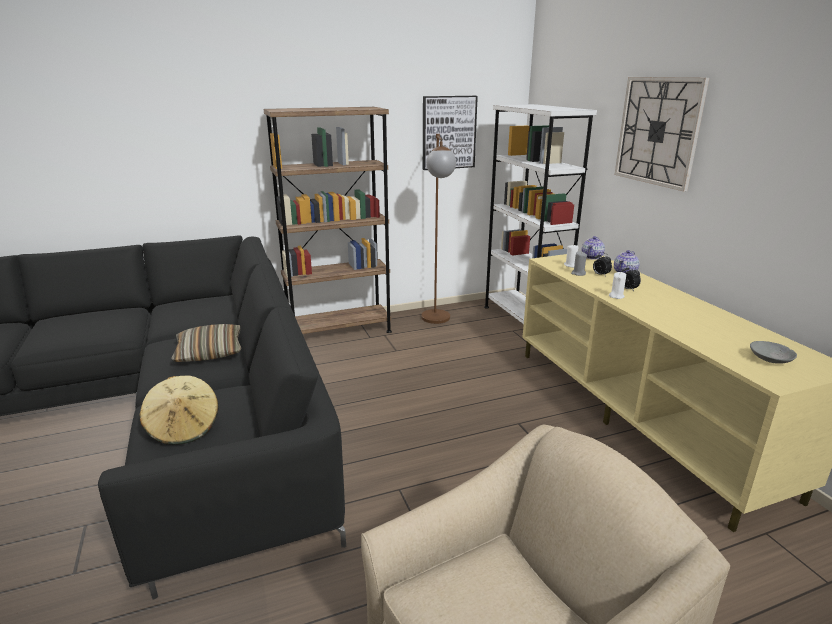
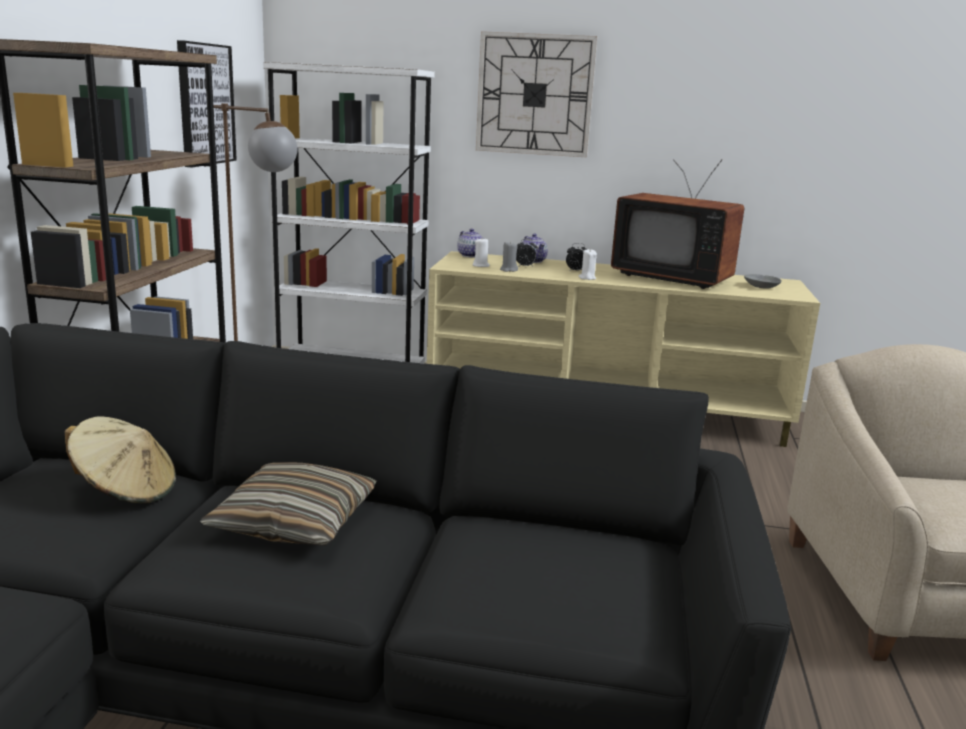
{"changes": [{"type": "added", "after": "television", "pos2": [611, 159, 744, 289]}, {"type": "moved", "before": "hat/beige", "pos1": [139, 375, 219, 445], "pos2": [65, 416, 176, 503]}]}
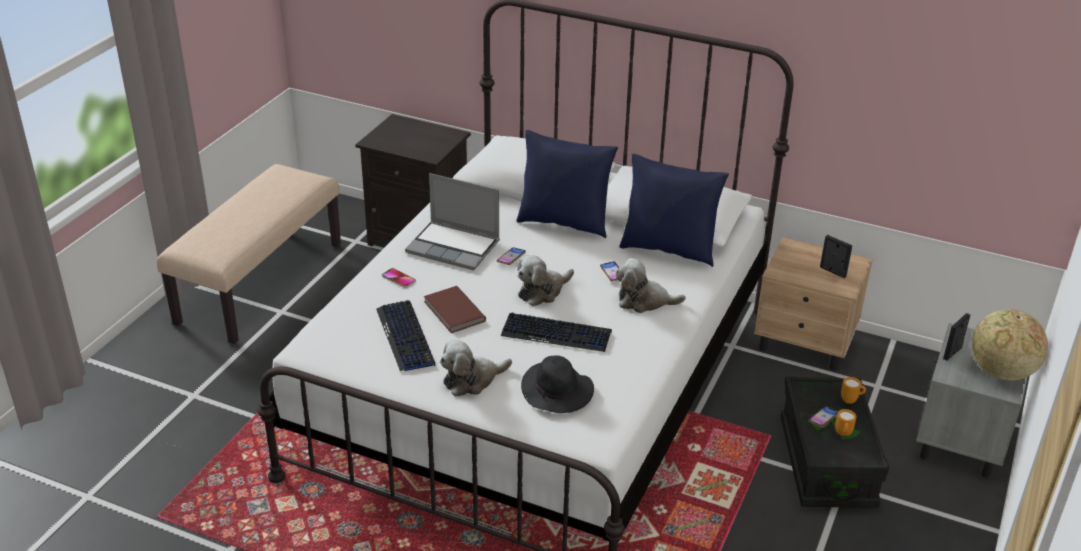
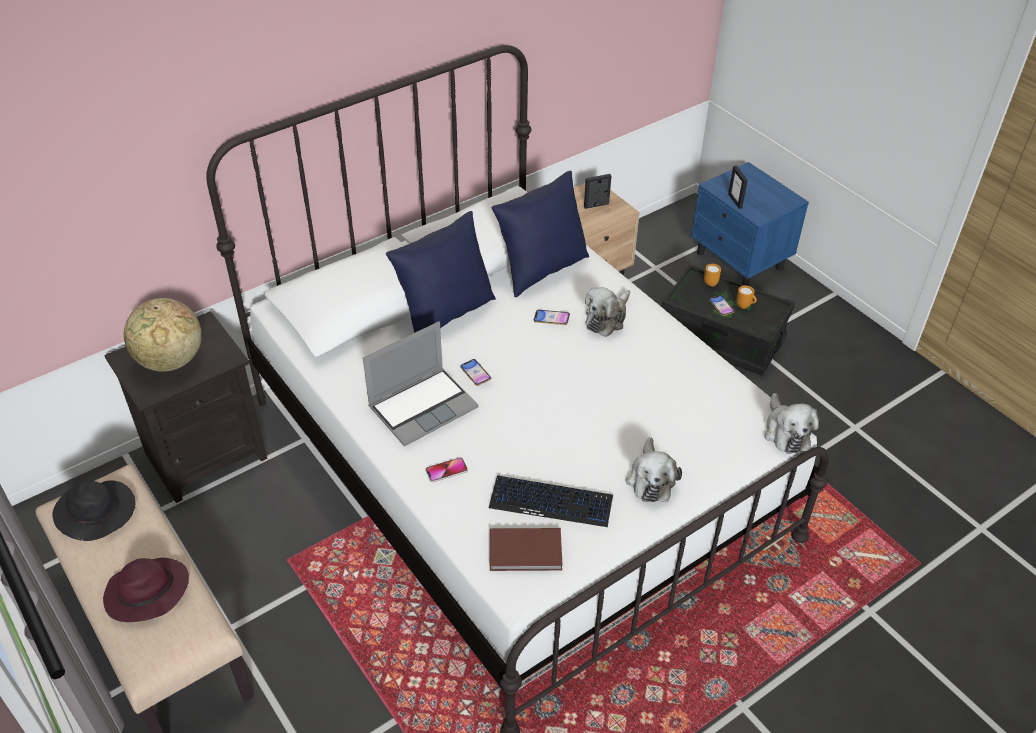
{"changes": [{"type": "removed", "before": "keyboard", "pos1": [501, 312, 612, 352]}, {"type": "added", "after": "hat/purple", "pos2": [103, 558, 189, 622]}, {"type": "moved", "before": "book/brown", "pos1": [424, 286, 486, 333], "pos2": [490, 528, 563, 571]}, {"type": "moved", "before": "plush toy", "pos1": [517, 255, 574, 306], "pos2": [764, 393, 820, 454]}, {"type": "moved", "before": "hat/black", "pos1": [521, 355, 594, 413], "pos2": [52, 480, 135, 541]}, {"type": "moved", "before": "globe", "pos1": [972, 309, 1048, 381], "pos2": [124, 298, 202, 372]}, {"type": "recoloured", "before": "nightstand/grey", "after": "nightstand/blue", "pos1": [916, 323, 1027, 478], "pos2": [691, 162, 809, 286]}]}
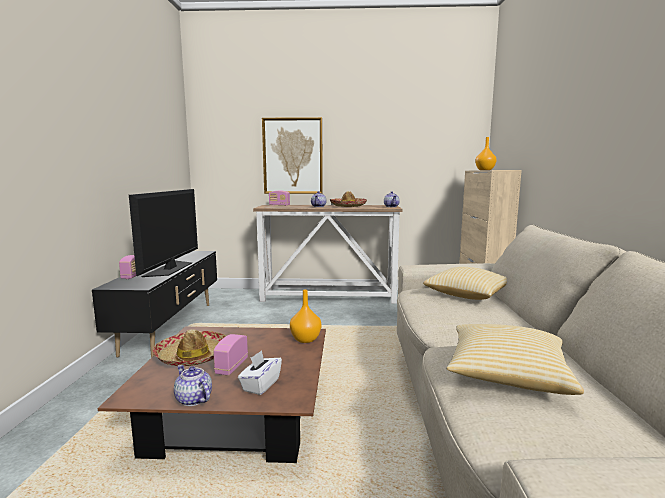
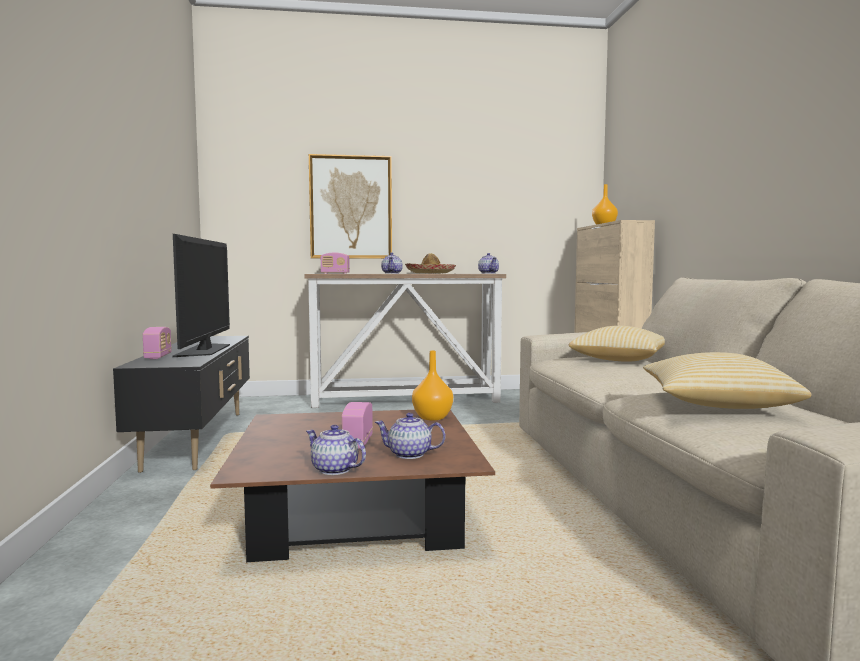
{"changes": [{"type": "removed", "before": "hat", "pos1": [152, 329, 226, 366]}, {"type": "replaced", "before": "tissue box/white", "after": "teapot", "pos1": [238, 350, 282, 395], "pos2": [375, 413, 445, 459]}]}
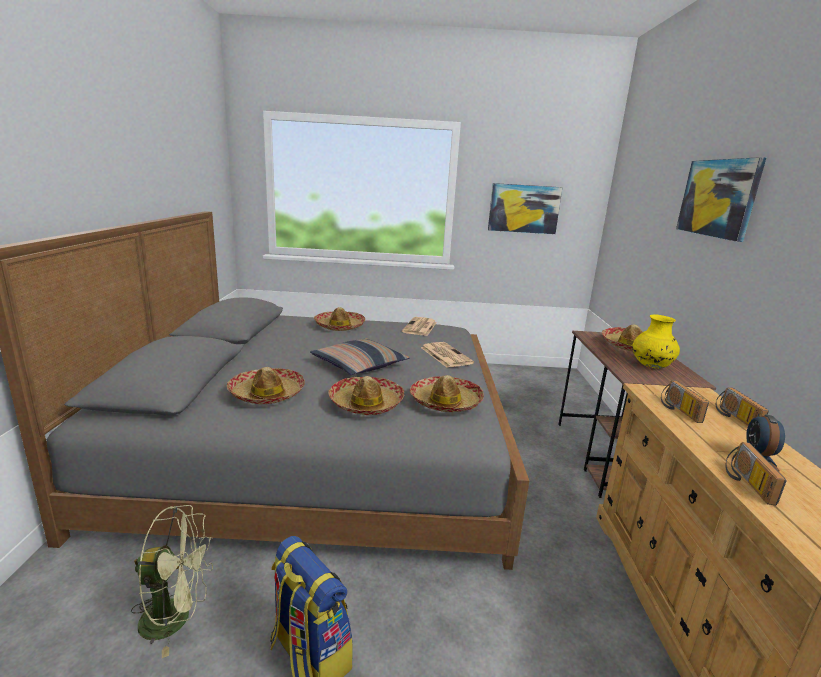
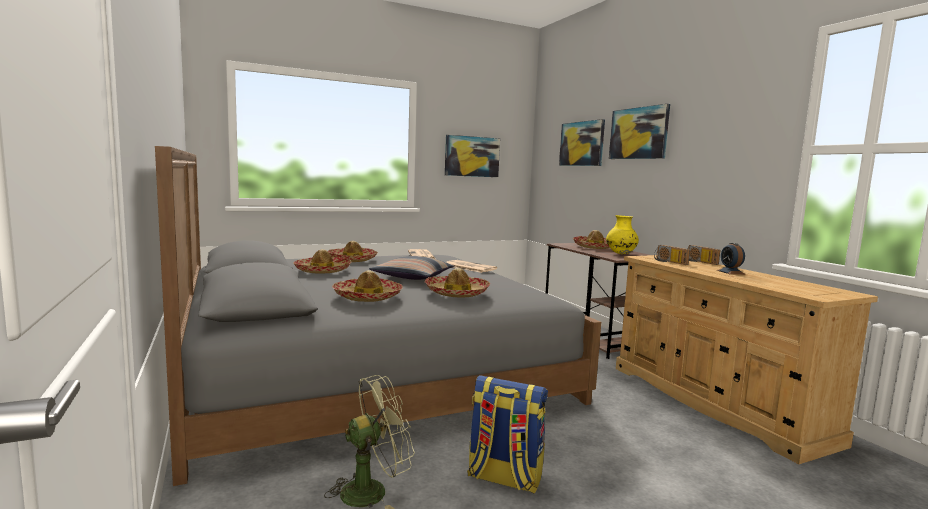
{"changes": [{"type": "removed", "before": "radio", "pos1": [725, 442, 787, 506]}, {"type": "added", "after": "picture", "pos2": [559, 119, 605, 166]}, {"type": "moved", "before": "hat", "pos1": [410, 375, 484, 412], "pos2": [293, 249, 351, 274]}]}
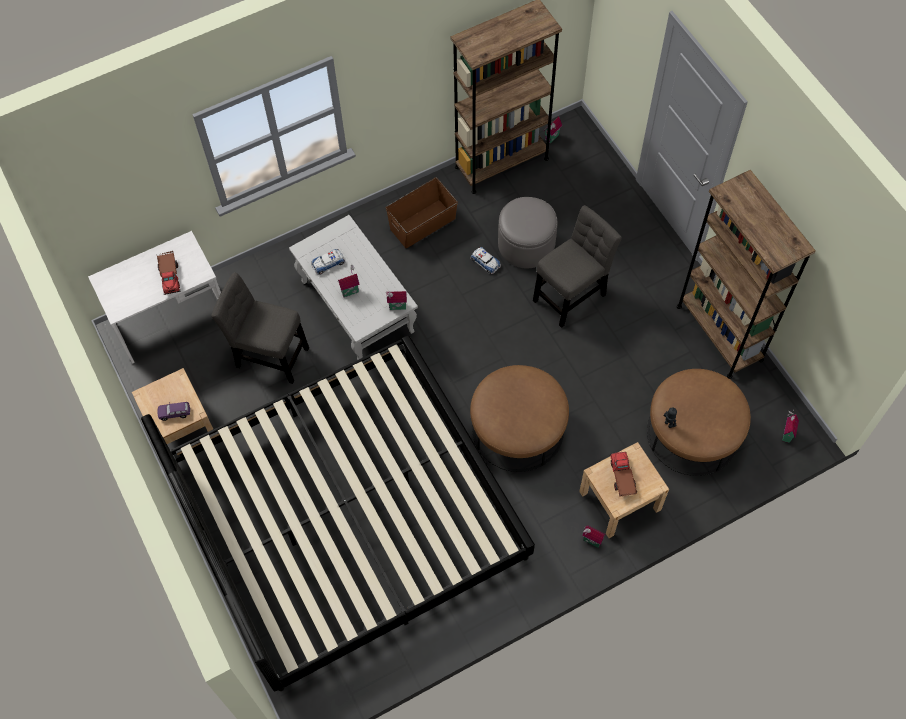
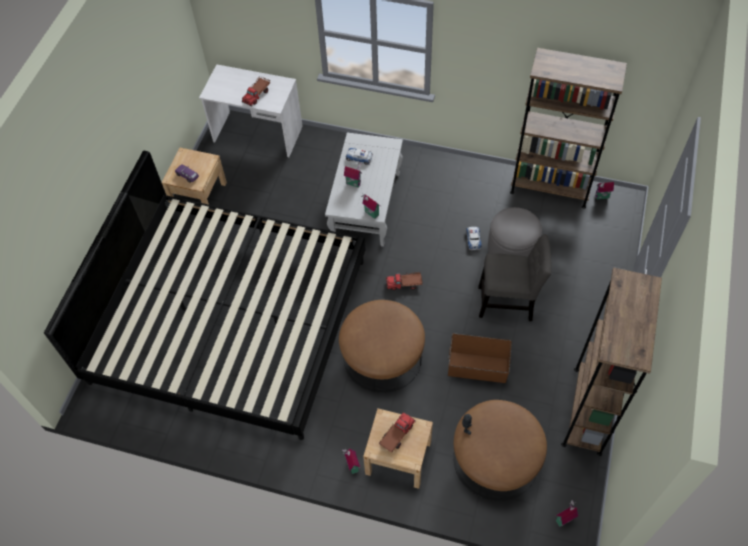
{"changes": [{"type": "removed", "before": "chair/grey", "pos1": [211, 273, 309, 384]}, {"type": "added", "after": "toy truck", "pos2": [386, 272, 423, 290]}, {"type": "moved", "before": "storage box/brown", "pos1": [386, 177, 458, 248], "pos2": [448, 333, 512, 383]}]}
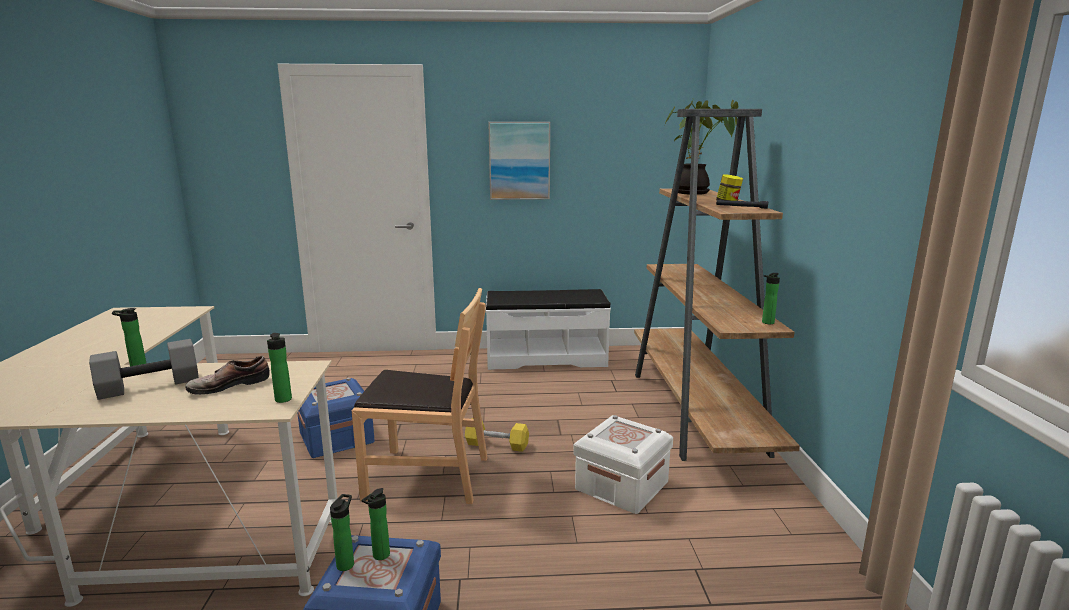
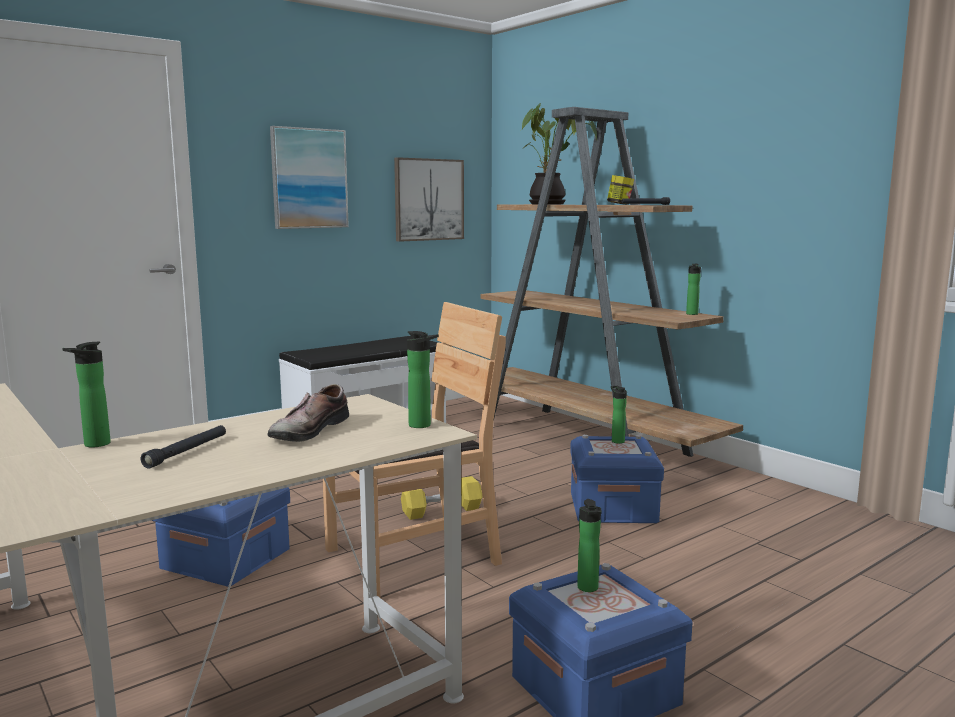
{"changes": [{"type": "added", "after": "picture", "pos2": [394, 157, 464, 242]}, {"type": "moved", "before": "bottle", "pos1": [330, 494, 354, 571], "pos2": [611, 386, 627, 444]}, {"type": "replaced", "before": "dumbbell/grey", "after": "flashlight/black", "pos1": [89, 339, 199, 400], "pos2": [141, 425, 226, 469]}, {"type": "recoloured", "before": "storage box/white", "after": "storage box/blue", "pos1": [573, 415, 673, 514], "pos2": [570, 435, 664, 523]}]}
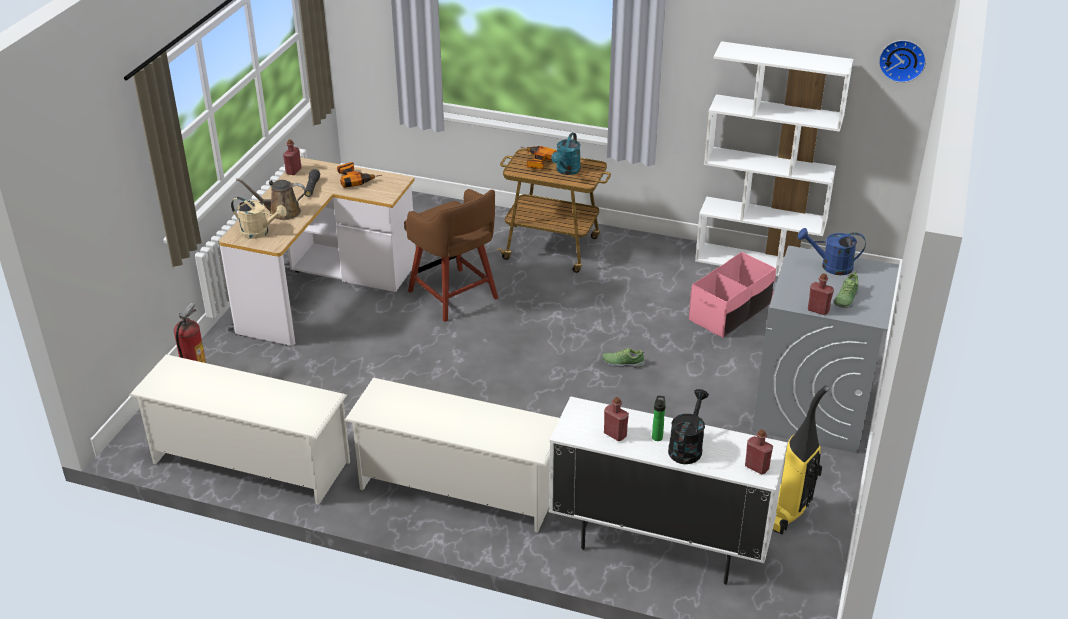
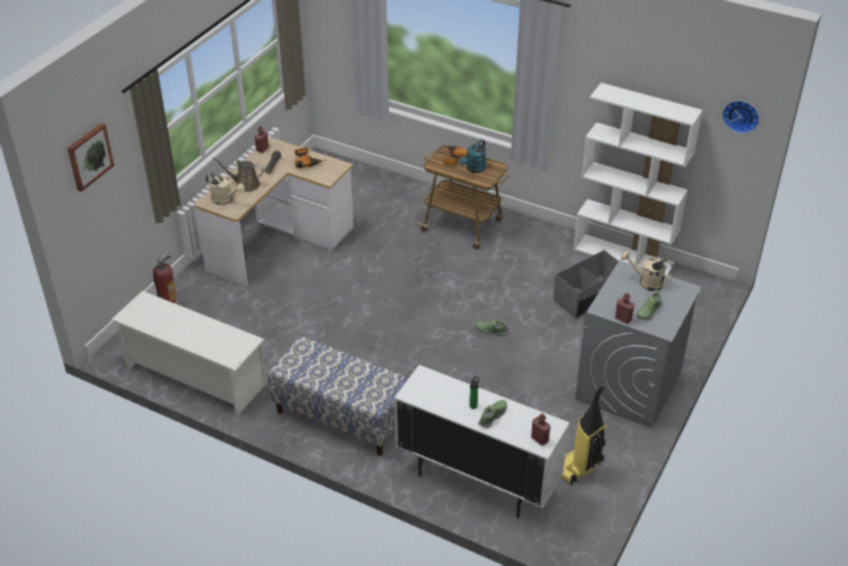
{"changes": [{"type": "removed", "before": "stool/brown", "pos1": [404, 189, 498, 322]}, {"type": "removed", "before": "bottle/red", "pos1": [604, 397, 629, 441]}, {"type": "added", "after": "picture", "pos2": [67, 123, 114, 192]}, {"type": "replaced", "before": "shoe rack/white", "after": "bench", "pos1": [344, 378, 560, 533], "pos2": [268, 336, 409, 456]}, {"type": "replaced", "before": "watering can/black", "after": "shoe", "pos1": [668, 389, 709, 464], "pos2": [478, 400, 507, 428]}, {"type": "recoloured", "before": "storage box/pink", "after": "storage box/grey", "pos1": [689, 252, 776, 338], "pos2": [553, 250, 619, 318]}, {"type": "recoloured", "before": "watering can/blue", "after": "watering can/beige", "pos1": [797, 228, 866, 275], "pos2": [621, 251, 673, 291]}]}
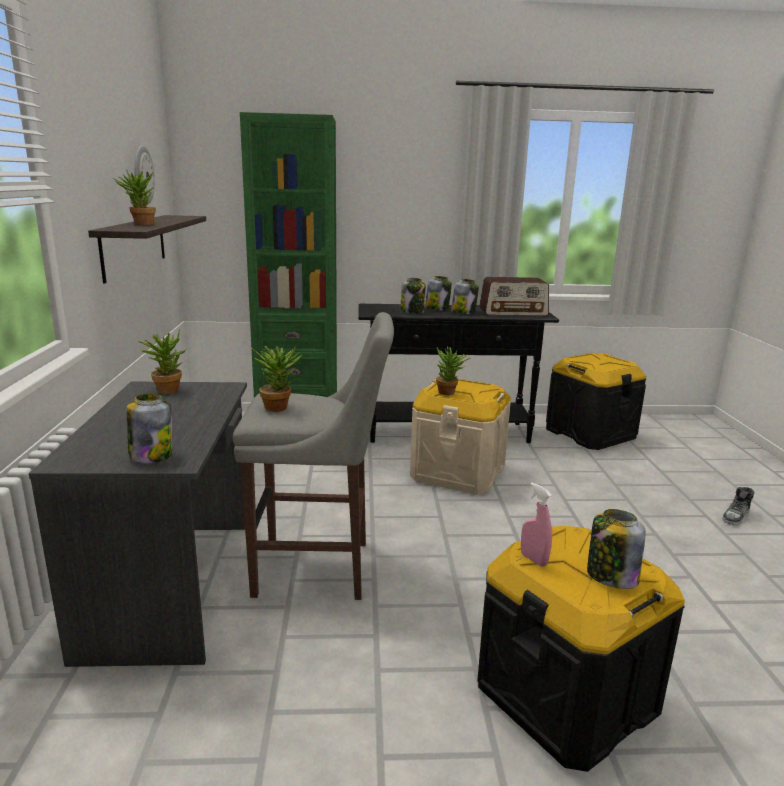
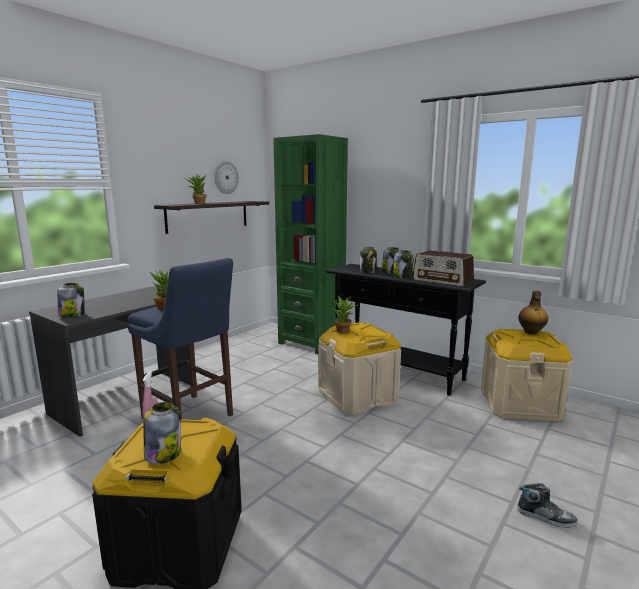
{"changes": [{"type": "removed", "before": "potted plant", "pos1": [138, 328, 187, 394]}, {"type": "added", "after": "bottle", "pos2": [519, 291, 548, 335]}, {"type": "recoloured", "before": "stool/grey", "after": "stool/blue", "pos1": [233, 312, 394, 600], "pos2": [128, 258, 233, 419]}, {"type": "recoloured", "before": "storage box/black", "after": "storage box/beige", "pos1": [546, 353, 646, 450], "pos2": [481, 329, 572, 422]}, {"type": "turned", "before": "shoe", "pos1": [722, 487, 754, 526], "pos2": [517, 483, 577, 528], "turn": -150}]}
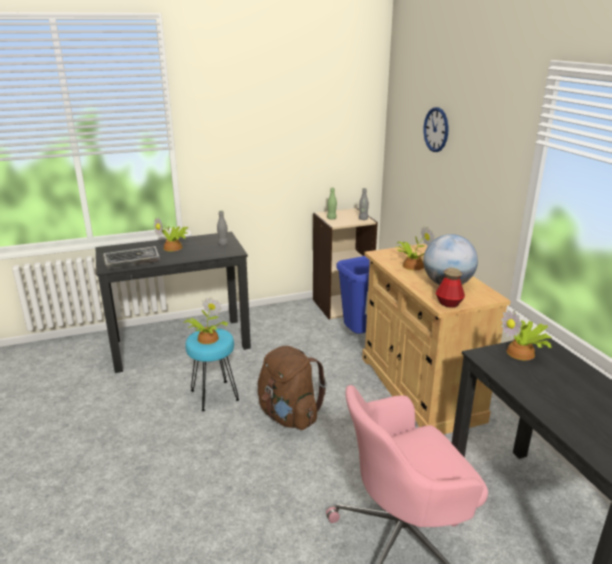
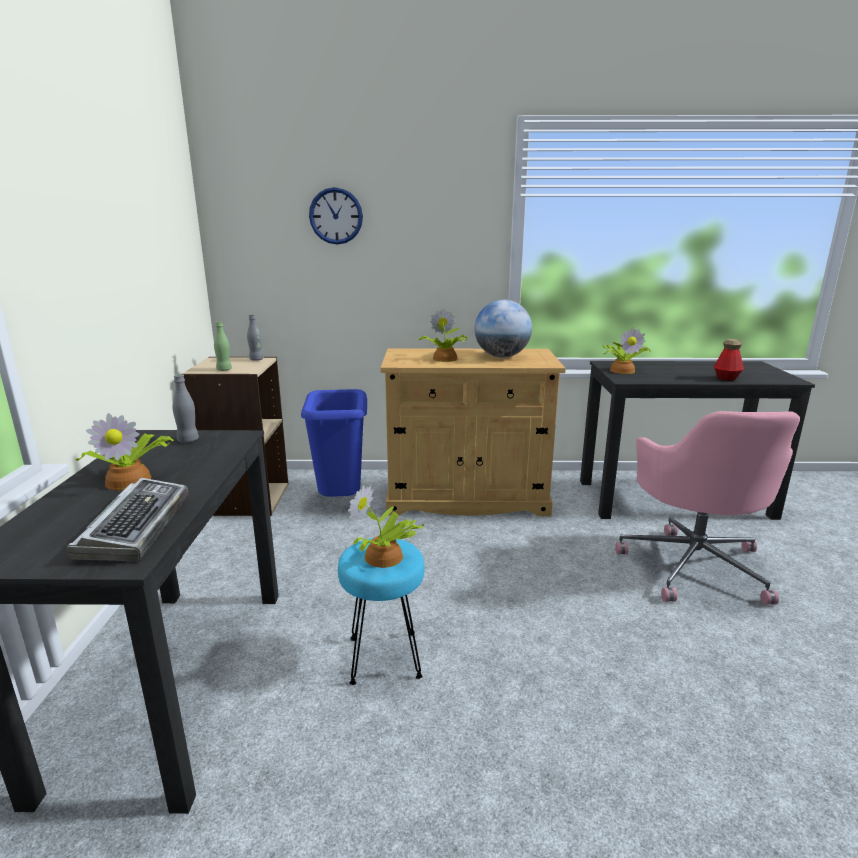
{"changes": [{"type": "removed", "before": "backpack/brown", "pos1": [258, 346, 327, 430]}, {"type": "moved", "before": "bottle", "pos1": [436, 268, 465, 308], "pos2": [714, 339, 744, 381]}]}
